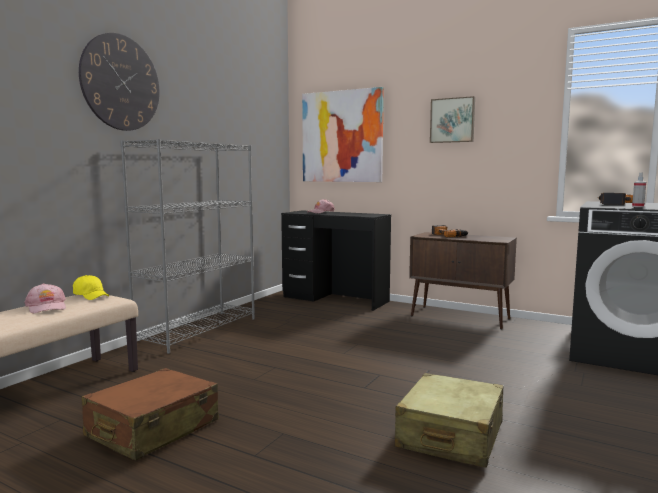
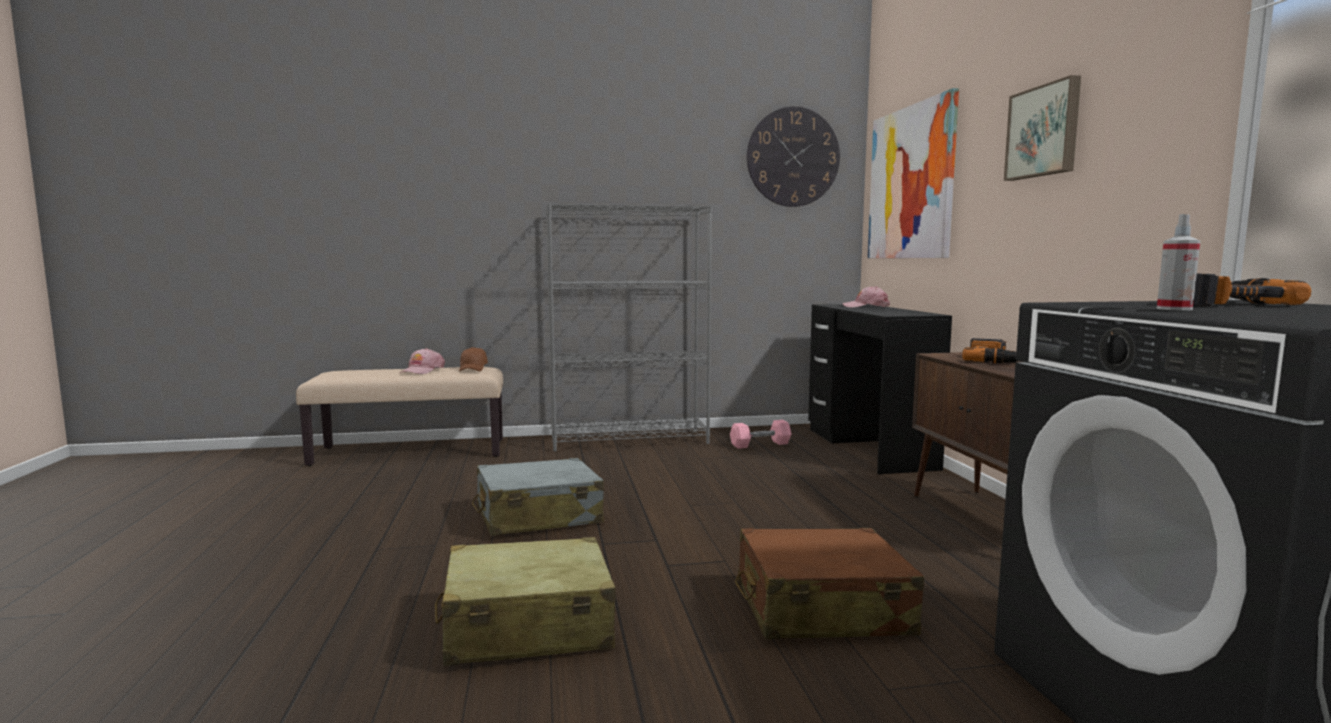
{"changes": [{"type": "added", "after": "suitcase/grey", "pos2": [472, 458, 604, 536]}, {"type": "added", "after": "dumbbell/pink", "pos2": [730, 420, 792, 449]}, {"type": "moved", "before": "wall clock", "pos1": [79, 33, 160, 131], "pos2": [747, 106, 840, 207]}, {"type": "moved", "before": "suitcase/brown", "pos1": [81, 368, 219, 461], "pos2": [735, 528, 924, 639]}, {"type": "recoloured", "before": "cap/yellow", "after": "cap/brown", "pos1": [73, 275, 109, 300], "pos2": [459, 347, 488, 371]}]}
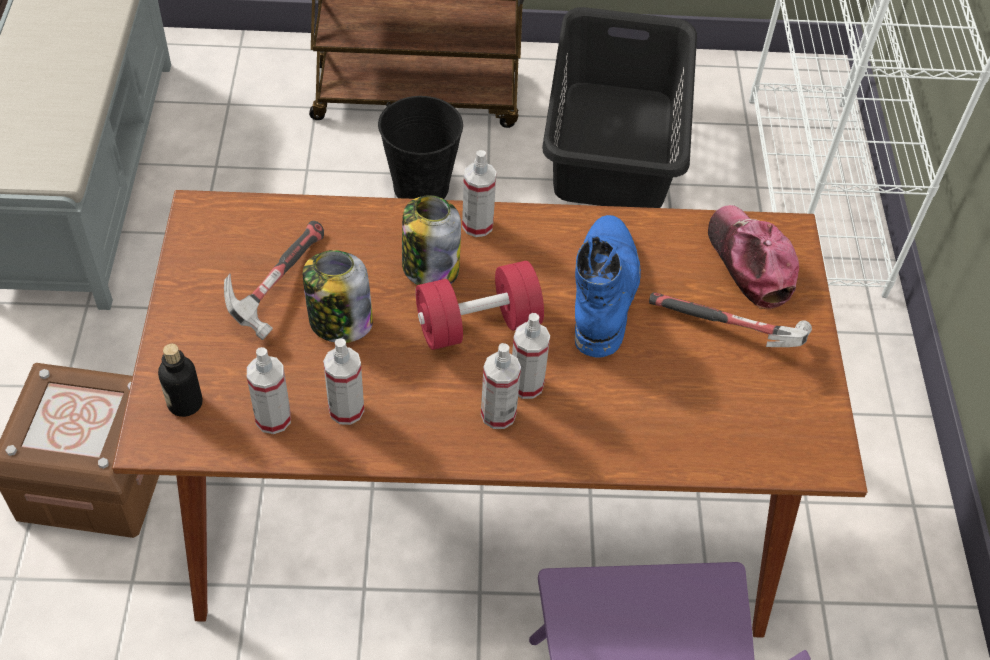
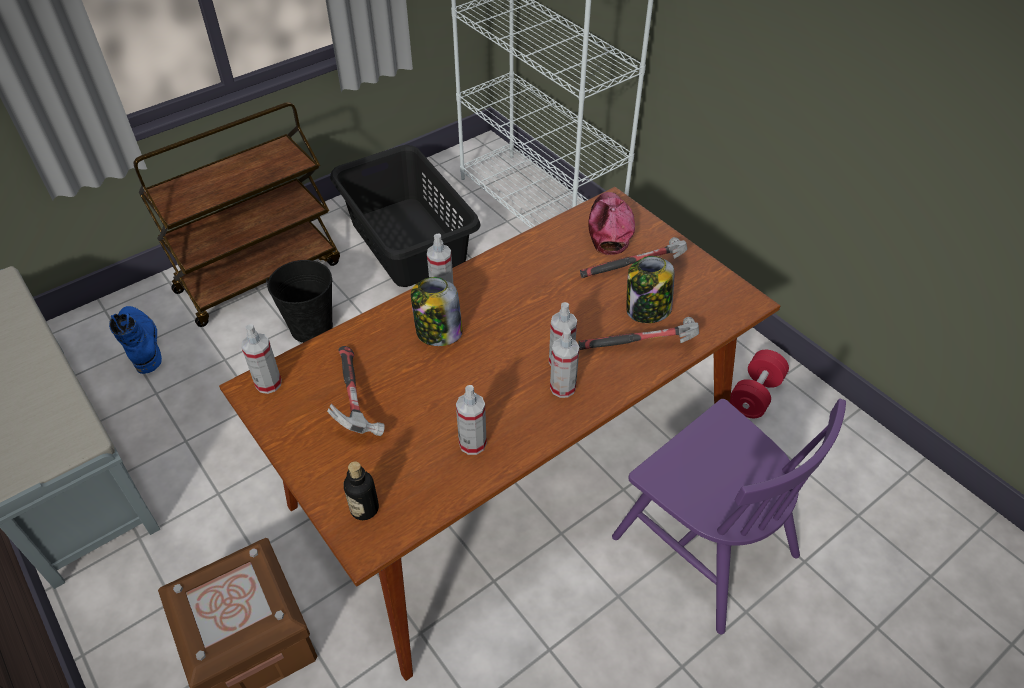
{"changes": [{"type": "added", "after": "hammer", "pos2": [578, 317, 699, 350]}, {"type": "moved", "before": "spray bottle", "pos1": [247, 347, 291, 434], "pos2": [241, 324, 282, 394]}, {"type": "moved", "before": "jar", "pos1": [303, 250, 373, 343], "pos2": [627, 256, 674, 323]}, {"type": "moved", "before": "dumbbell/red", "pos1": [416, 261, 544, 350], "pos2": [730, 350, 789, 418]}, {"type": "moved", "before": "boot/blue", "pos1": [575, 215, 641, 358], "pos2": [109, 306, 162, 374]}, {"type": "turned", "before": "cap", "pos1": [708, 205, 799, 310], "pos2": [588, 192, 635, 255], "turn": 60}]}
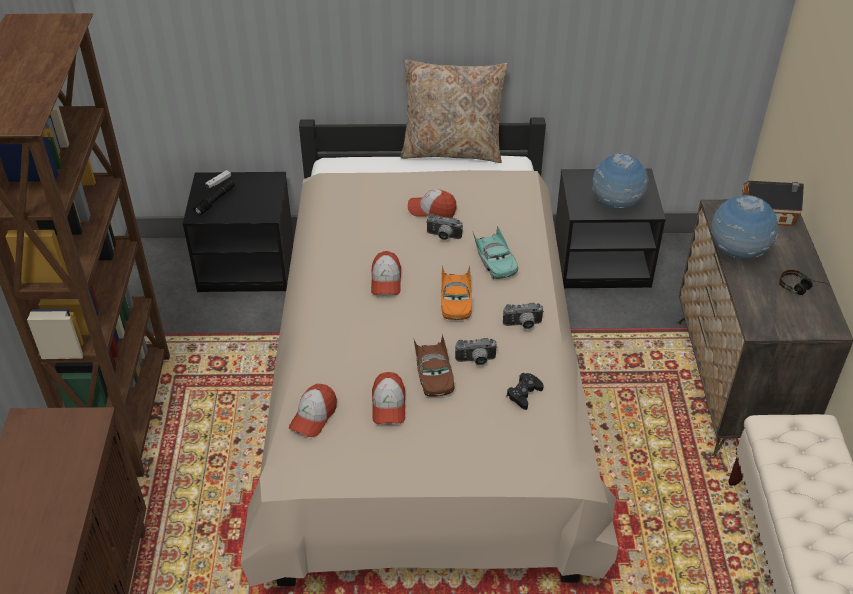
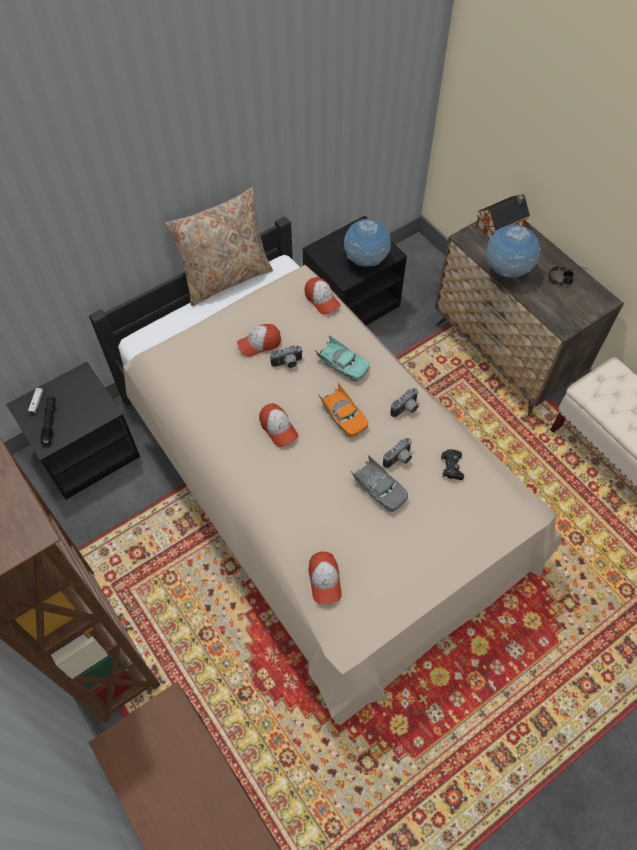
{"changes": [{"type": "moved", "before": "cap", "pos1": [372, 372, 405, 424], "pos2": [305, 277, 341, 314]}, {"type": "recoloured", "before": "toy car/brown", "after": "toy car/grey", "pos1": [413, 334, 454, 397], "pos2": [351, 455, 408, 512]}]}
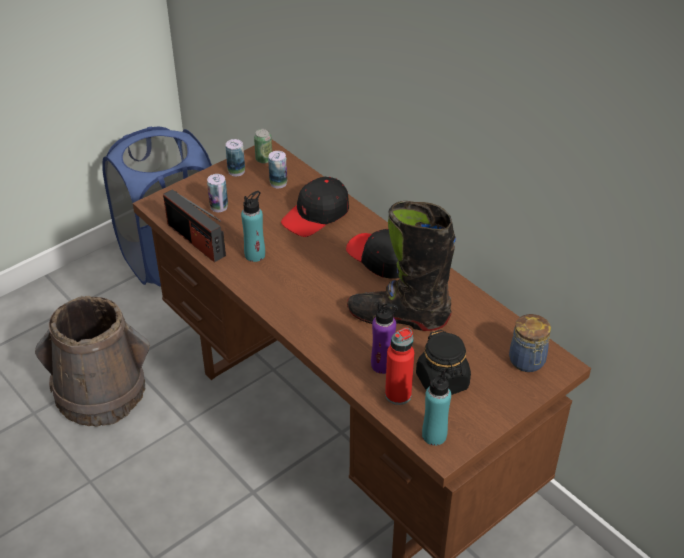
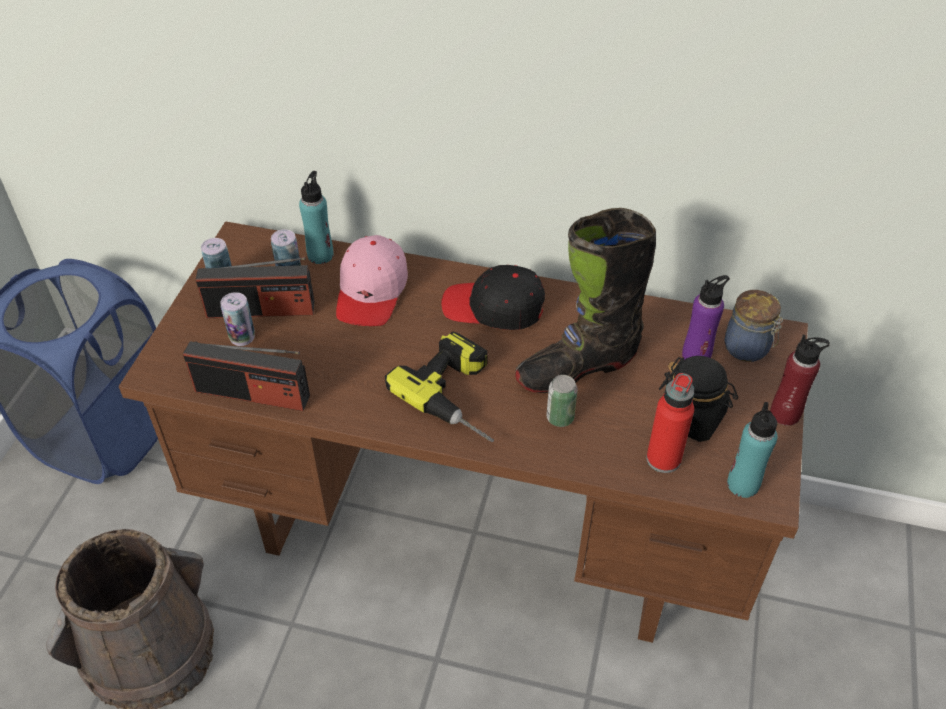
{"changes": [{"type": "added", "after": "radio", "pos2": [196, 257, 314, 318]}, {"type": "added", "after": "power drill", "pos2": [385, 331, 494, 442]}, {"type": "added", "after": "bottle/red", "pos2": [770, 335, 830, 426]}, {"type": "moved", "before": "bottle/turquoise", "pos1": [241, 191, 265, 262], "pos2": [299, 171, 333, 264]}, {"type": "moved", "before": "can", "pos1": [254, 129, 272, 164], "pos2": [546, 375, 578, 427]}, {"type": "moved", "before": "bottle/purple", "pos1": [371, 302, 398, 374], "pos2": [682, 275, 730, 360]}, {"type": "recoloured", "before": "cap/black", "after": "cap/pink", "pos1": [281, 177, 349, 237], "pos2": [336, 235, 408, 326]}]}
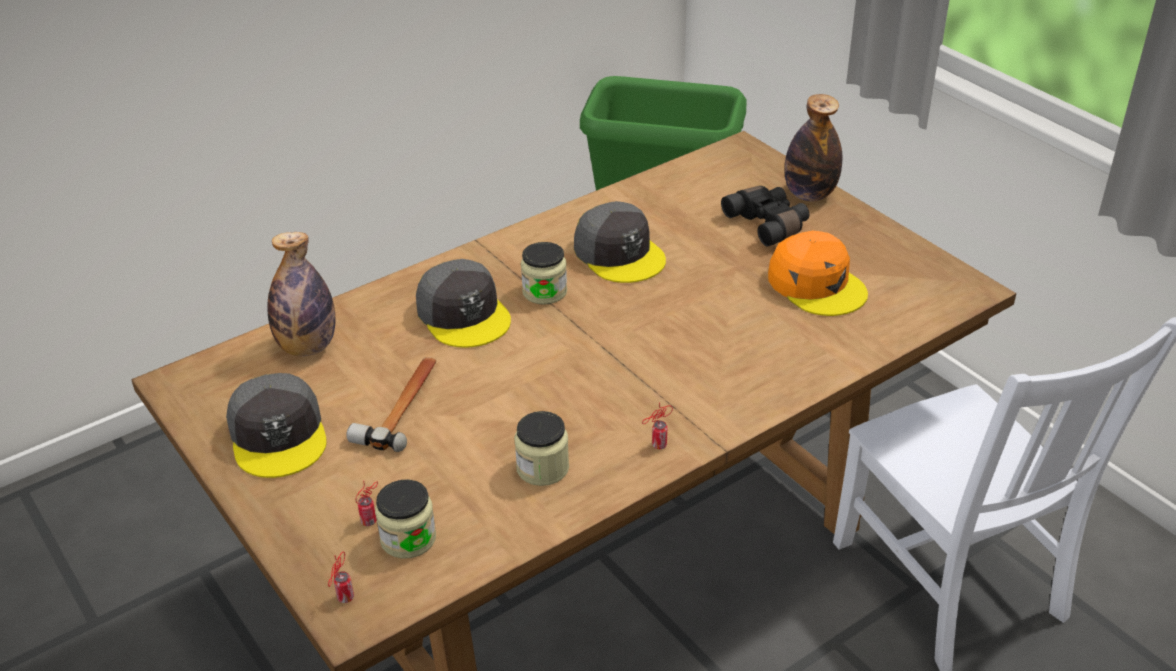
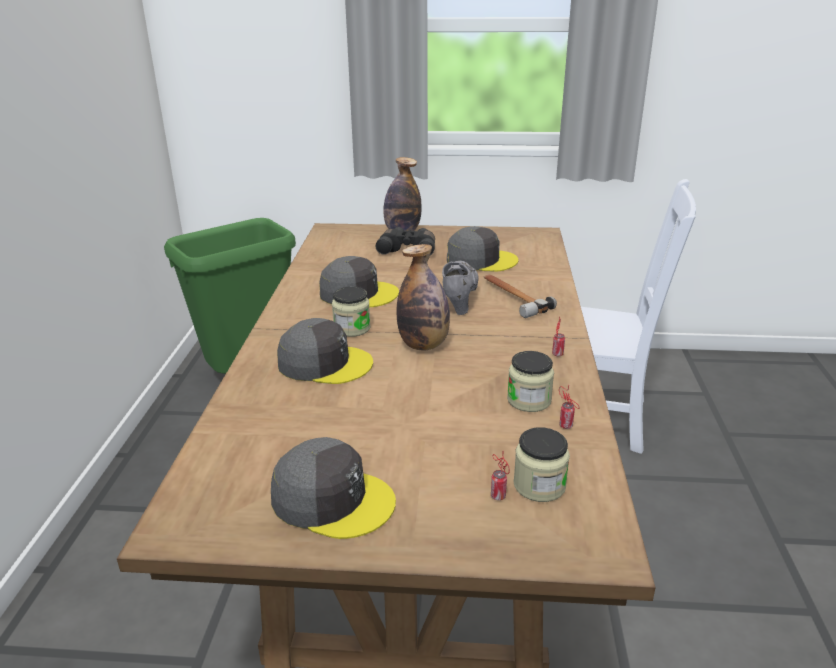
{"changes": [{"type": "added", "after": "shoe/grey", "pos2": [442, 261, 479, 315]}, {"type": "moved", "before": "bottle", "pos1": [267, 232, 335, 356], "pos2": [397, 244, 450, 350]}, {"type": "moved", "before": "can", "pos1": [328, 551, 354, 603], "pos2": [559, 385, 580, 429]}, {"type": "moved", "before": "hammer", "pos1": [346, 357, 436, 452], "pos2": [484, 274, 557, 318]}, {"type": "recoloured", "before": "cap/orange", "after": "cap/grey", "pos1": [768, 231, 868, 316], "pos2": [447, 226, 519, 272]}]}
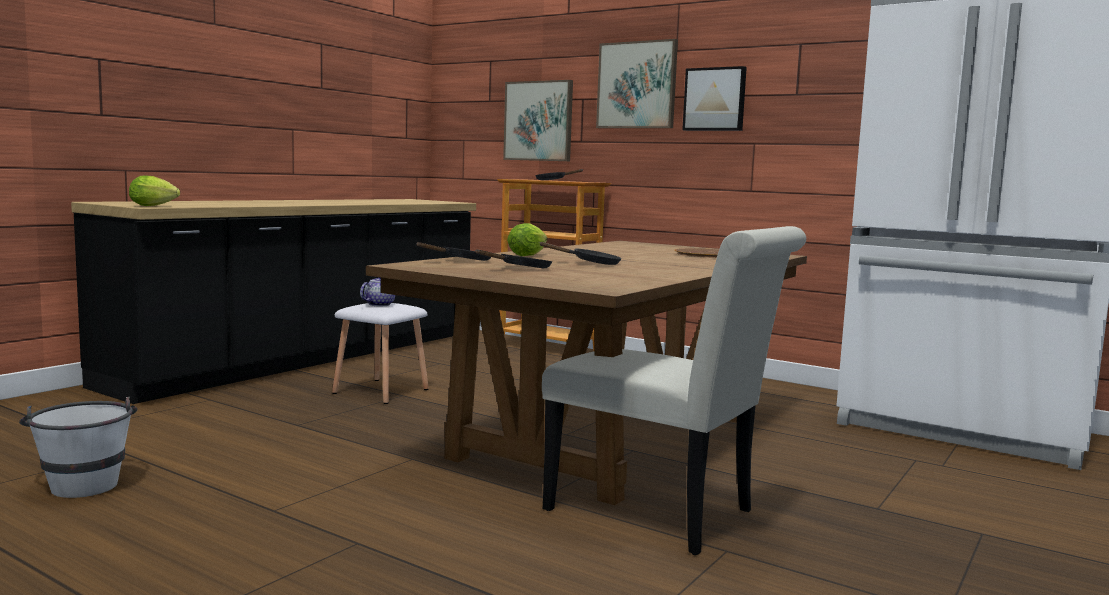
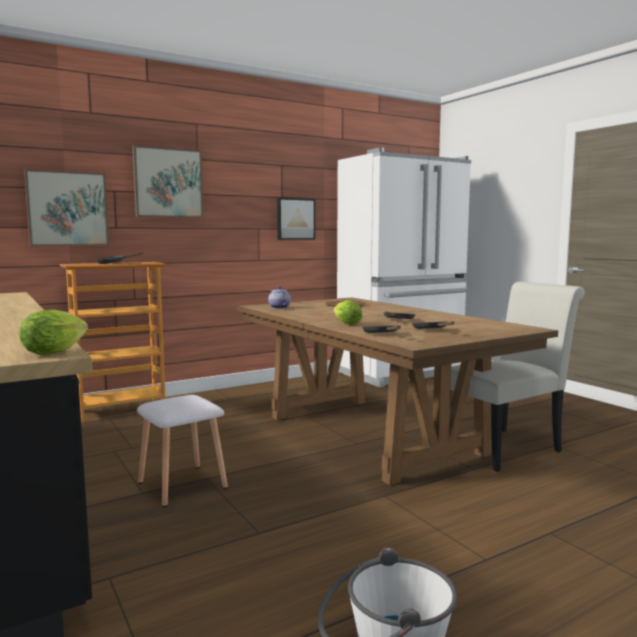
{"changes": [{"type": "moved", "before": "teapot", "pos1": [360, 277, 395, 306], "pos2": [268, 286, 291, 309]}, {"type": "moved", "before": "picture", "pos1": [682, 66, 747, 131], "pos2": [277, 198, 315, 240]}]}
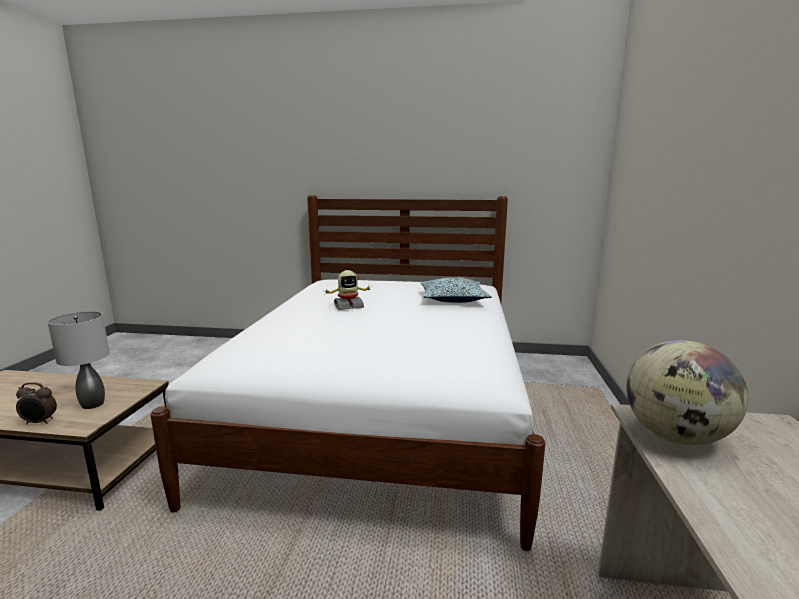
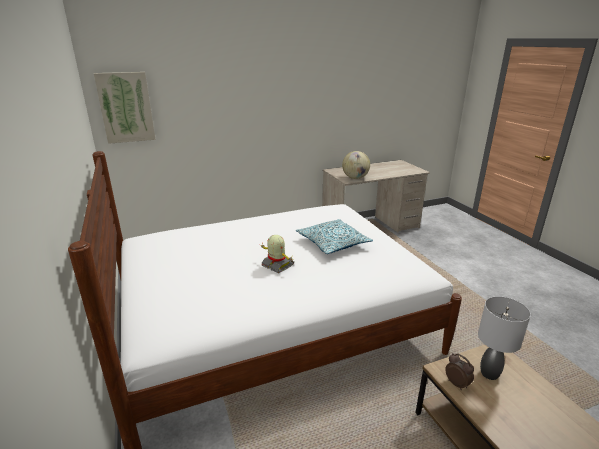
{"changes": [{"type": "added", "after": "picture", "pos2": [94, 72, 156, 144]}, {"type": "moved", "before": "alarm clock", "pos1": [16, 382, 57, 424], "pos2": [445, 353, 474, 390]}, {"type": "moved", "before": "pillow", "pos1": [421, 278, 492, 303], "pos2": [296, 219, 373, 254]}]}
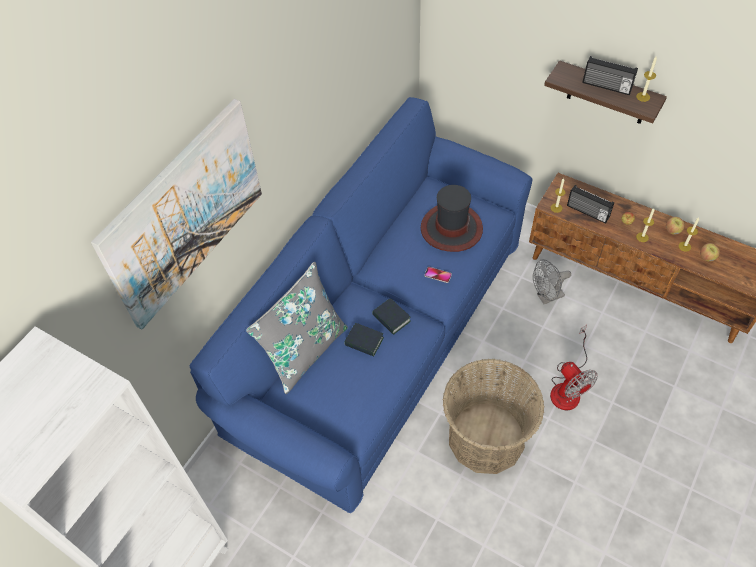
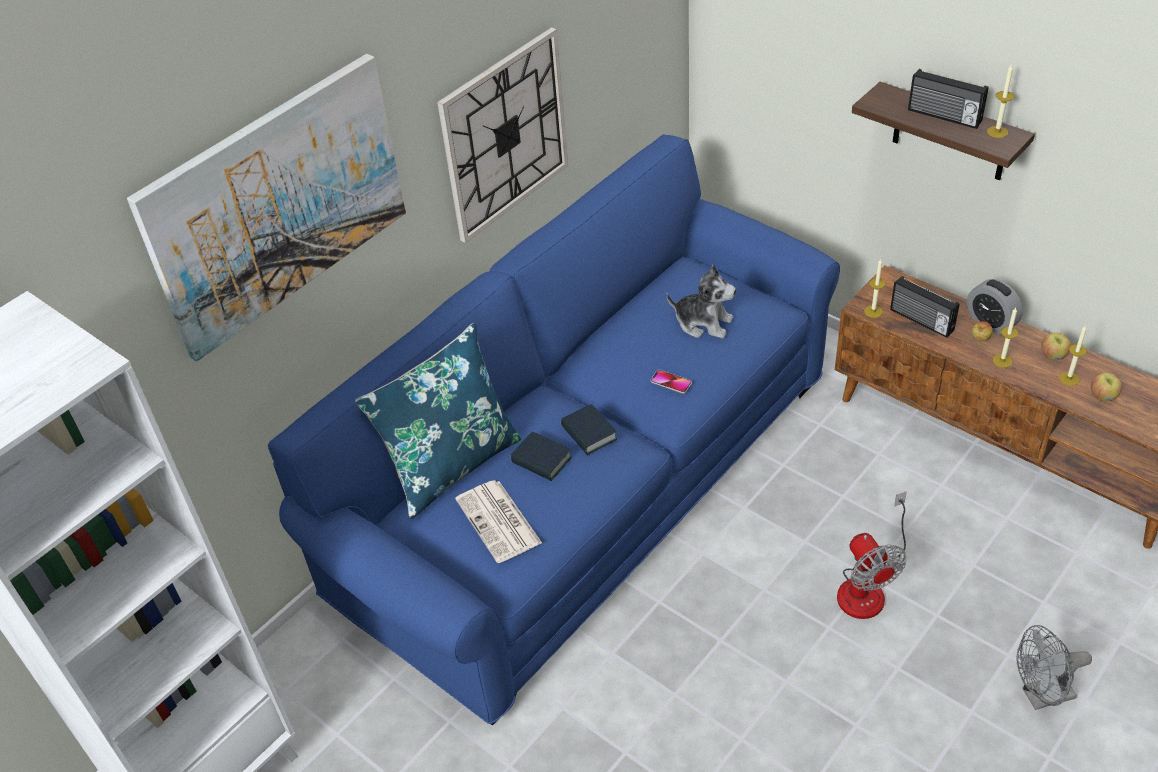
{"changes": [{"type": "removed", "before": "basket", "pos1": [442, 359, 544, 474]}, {"type": "added", "after": "wall clock", "pos2": [437, 27, 568, 243]}, {"type": "added", "after": "newspaper", "pos2": [455, 480, 542, 563]}, {"type": "added", "after": "alarm clock", "pos2": [967, 279, 1023, 335]}, {"type": "moved", "before": "fan/grey", "pos1": [533, 259, 571, 304], "pos2": [1016, 625, 1092, 710]}, {"type": "replaced", "before": "hat", "after": "plush toy", "pos1": [421, 185, 483, 252], "pos2": [667, 265, 736, 339]}, {"type": "recoloured", "before": "pillow/grey", "after": "pillow/blue", "pos1": [246, 262, 348, 394], "pos2": [355, 323, 522, 519]}]}
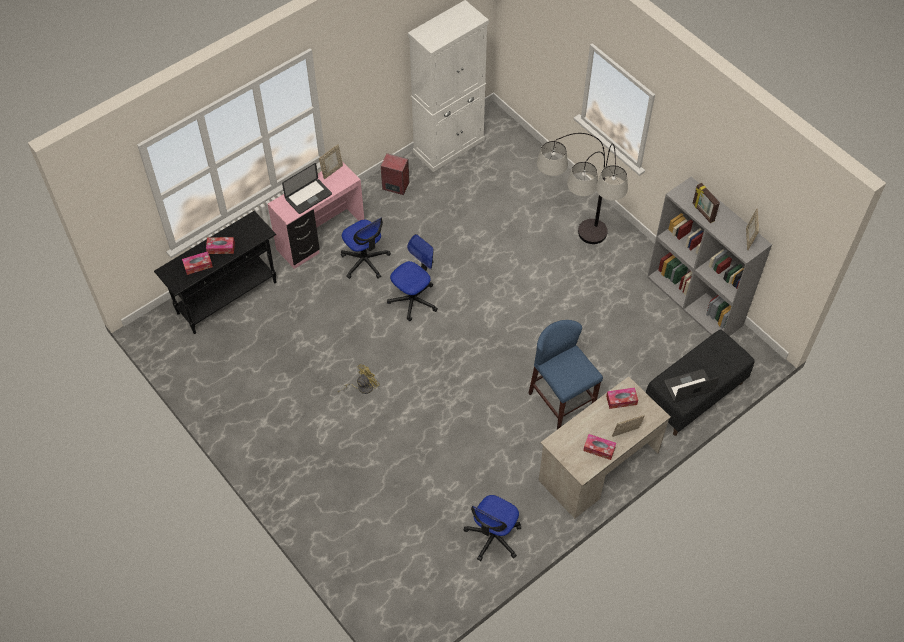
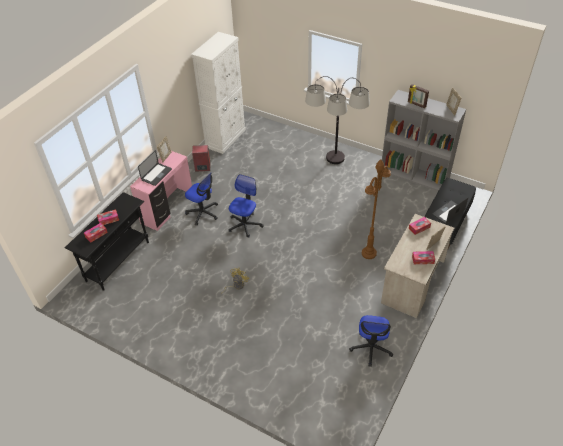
{"changes": [{"type": "replaced", "before": "stool/blue", "after": "floor lamp/brown", "pos1": [529, 320, 603, 430], "pos2": [362, 160, 391, 259]}]}
